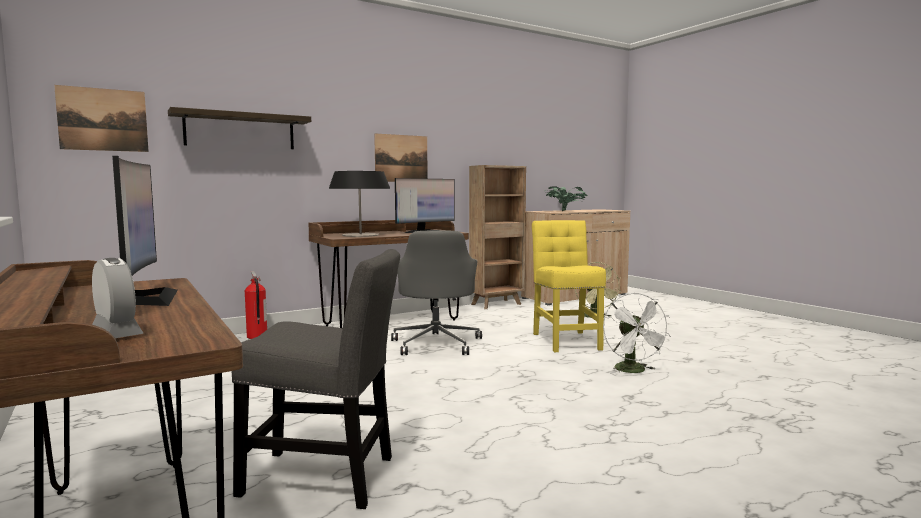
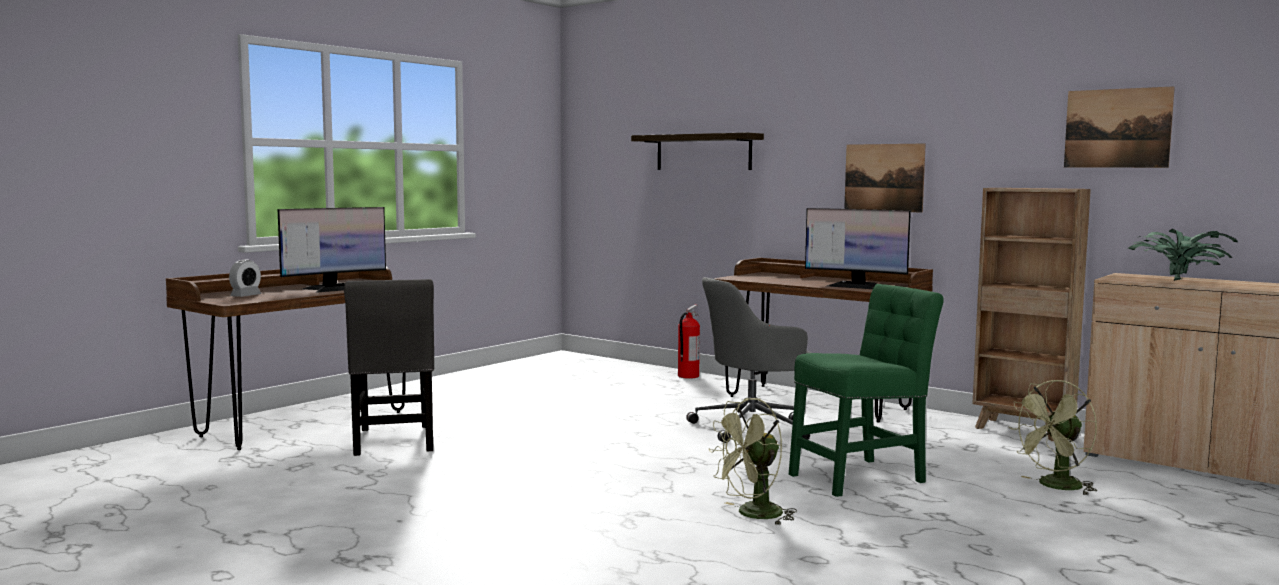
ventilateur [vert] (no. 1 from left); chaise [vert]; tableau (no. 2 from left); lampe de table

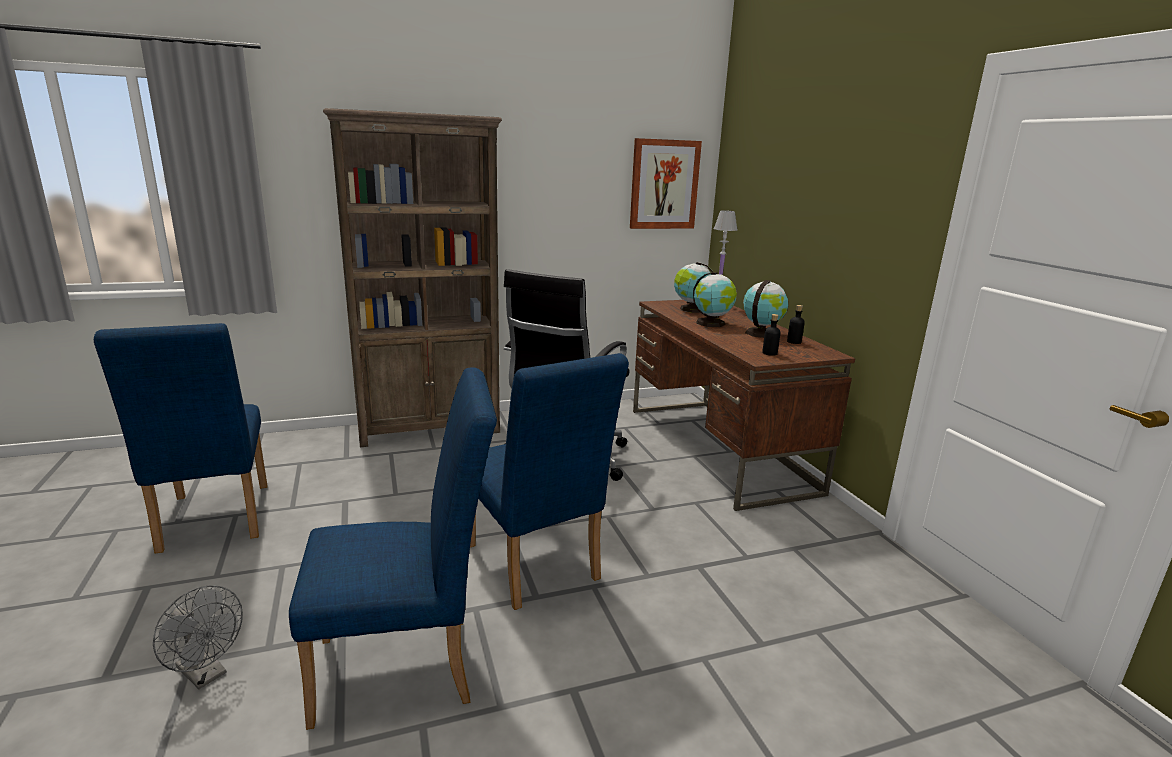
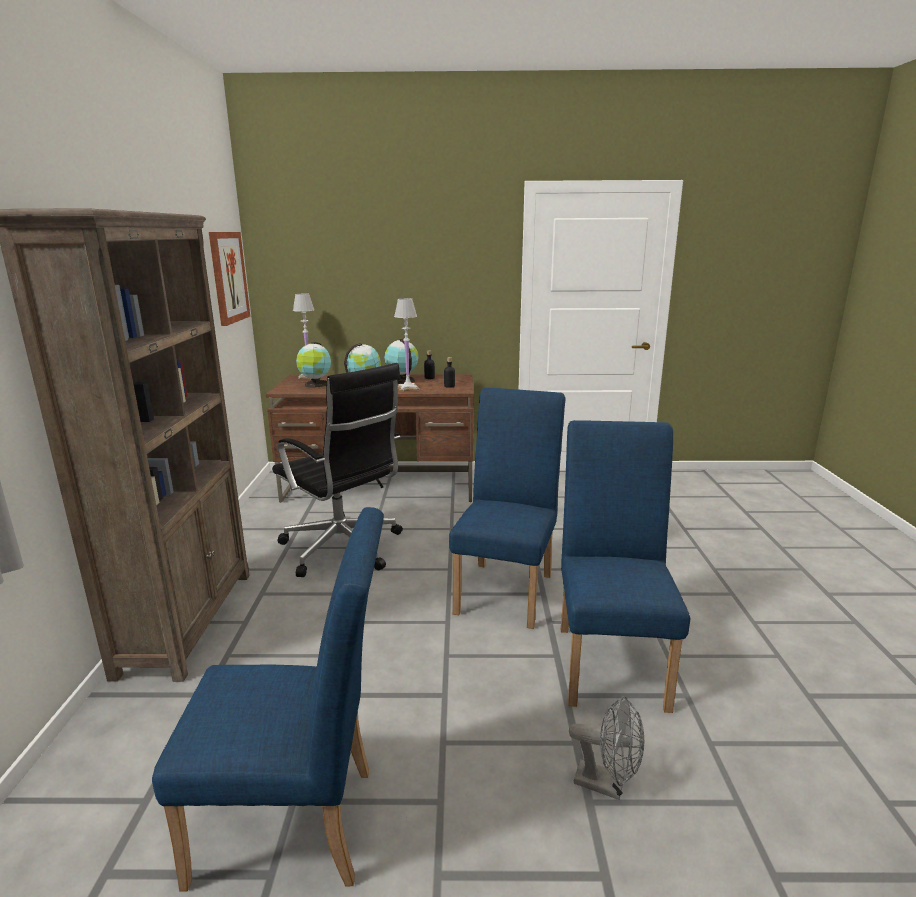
lampe de table [blanc] (no. 2 from left); chaise [bleu] (no. 2 from left); ventilateur [gris]

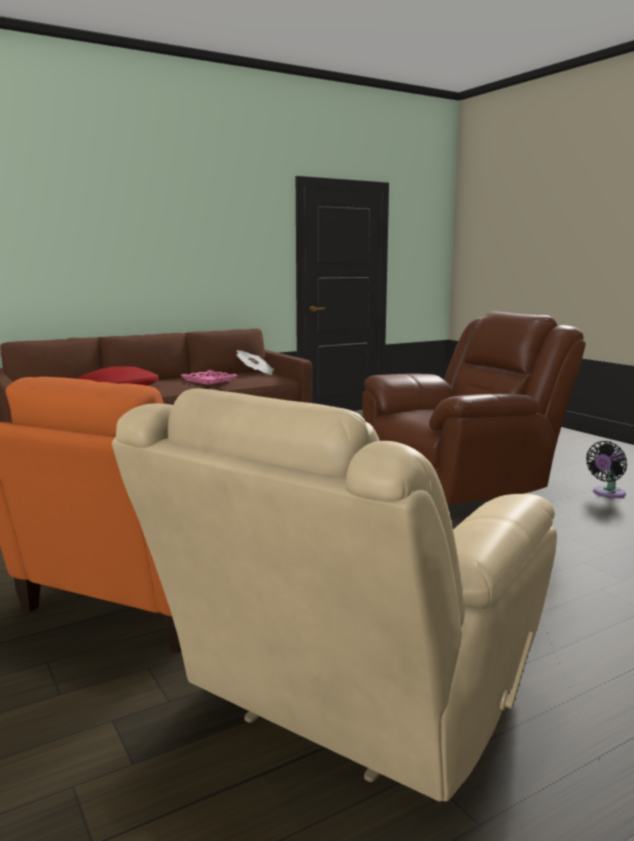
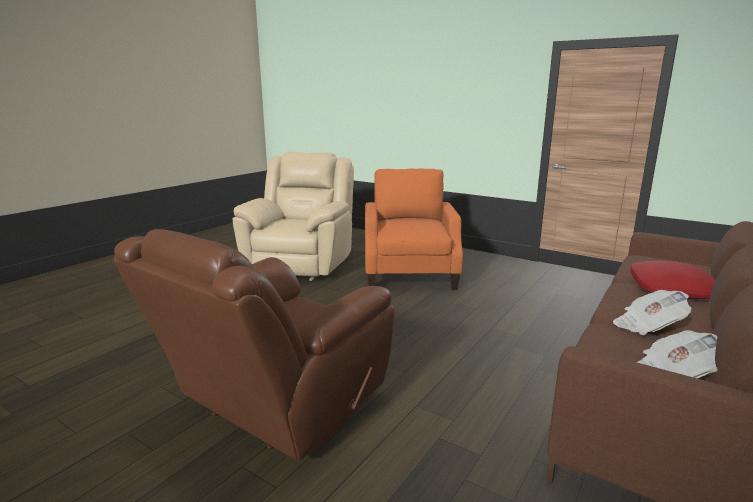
journal (no. 1 from left); ventilateur [noir]

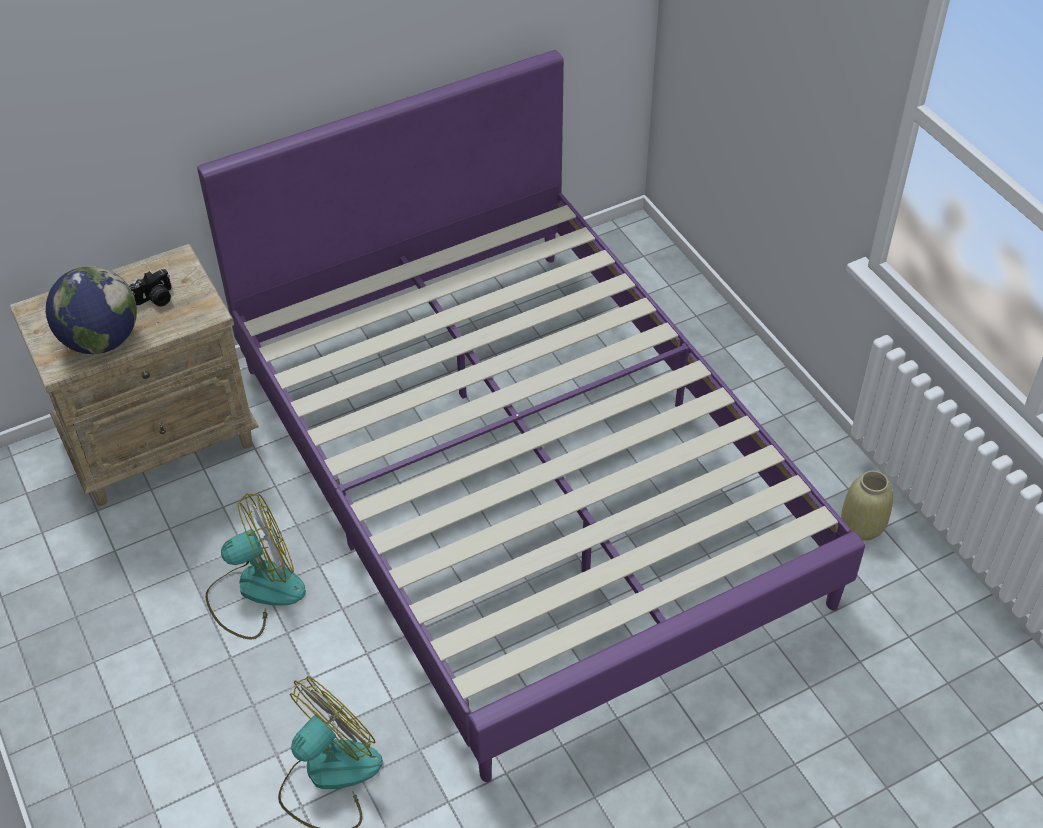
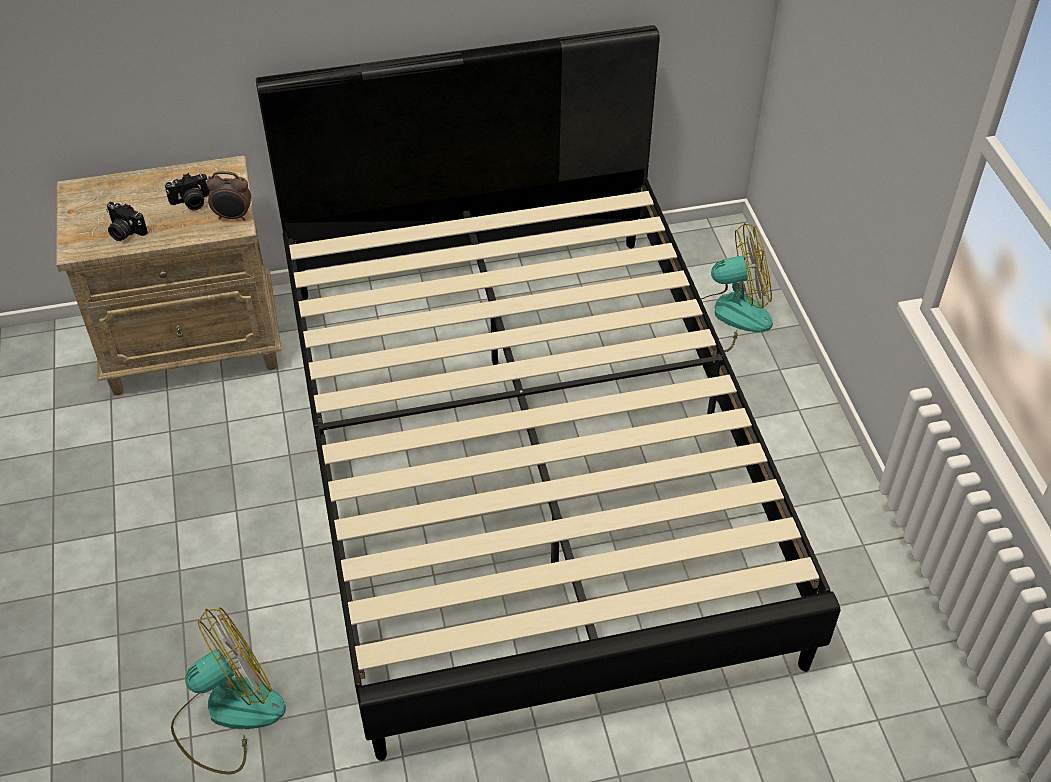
appareil photo (no. 1 from left); réveil; lit [noir]; ventilateur (no. 2 from left); vase [beige]

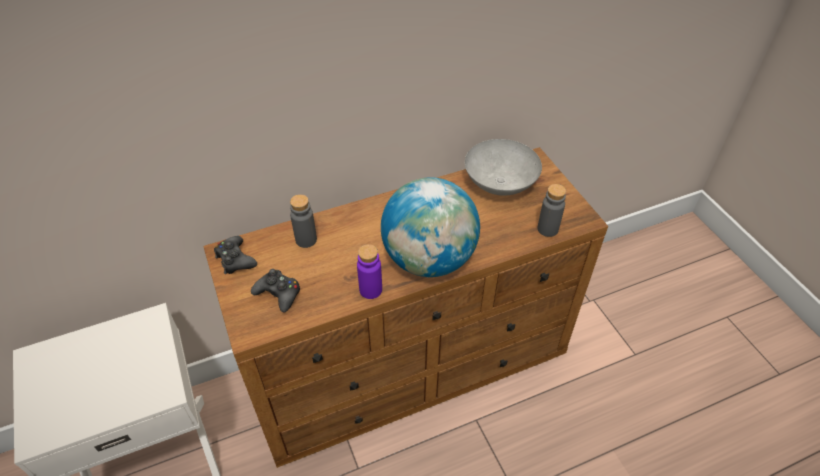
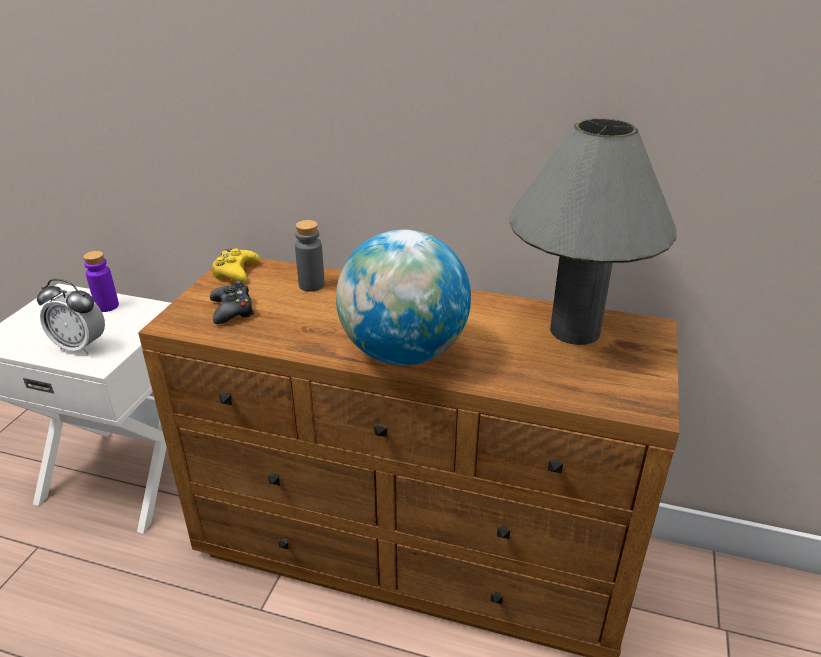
réveil; bouteille [violet]; manette [jaune]; lampe de table [gris]; bouteille [gris] (no. 2 from left in the first image)

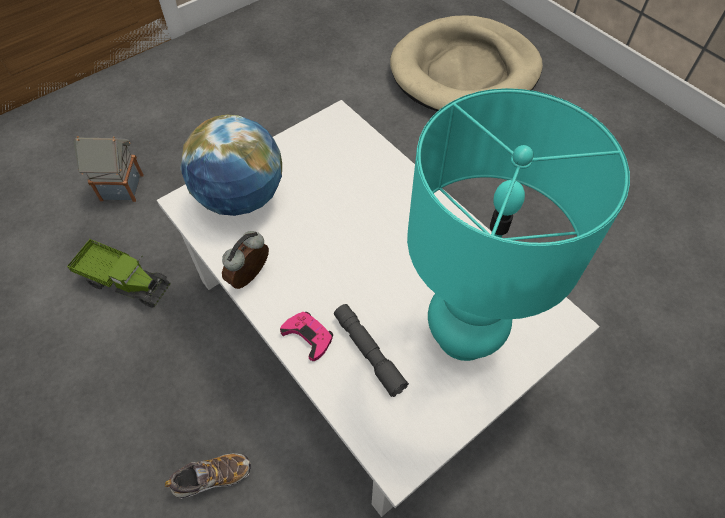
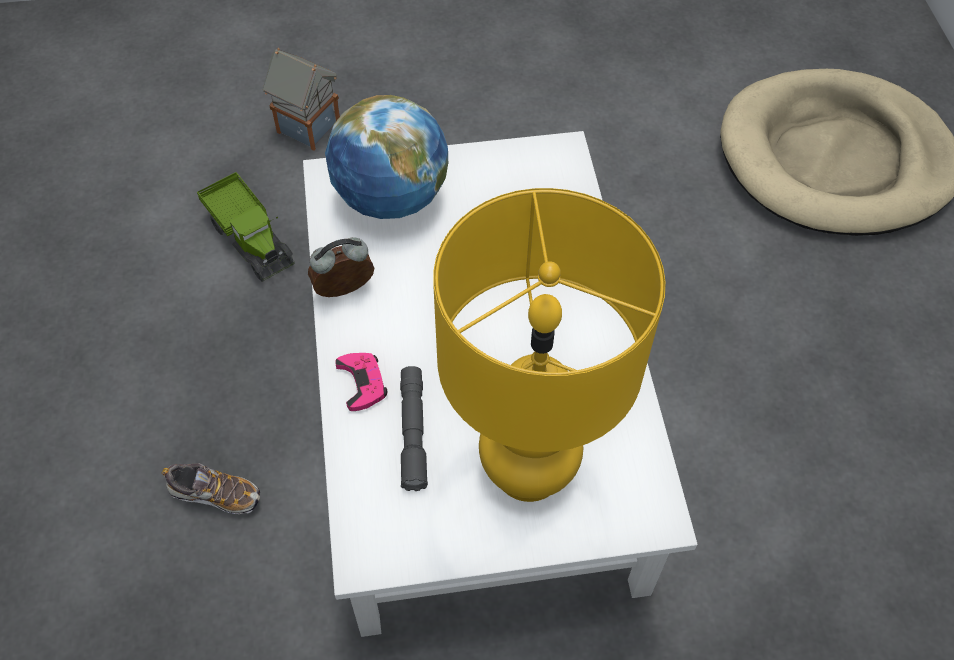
lampe de table [jaune]

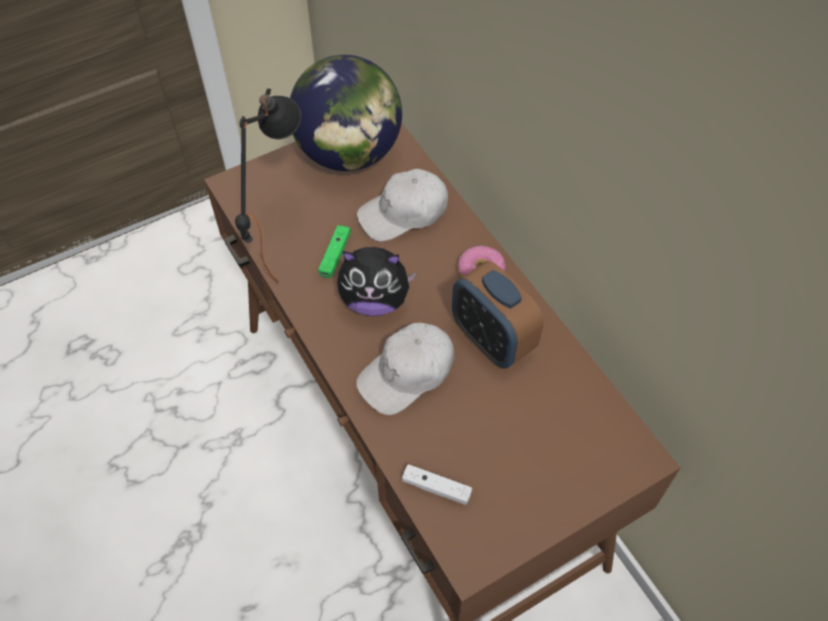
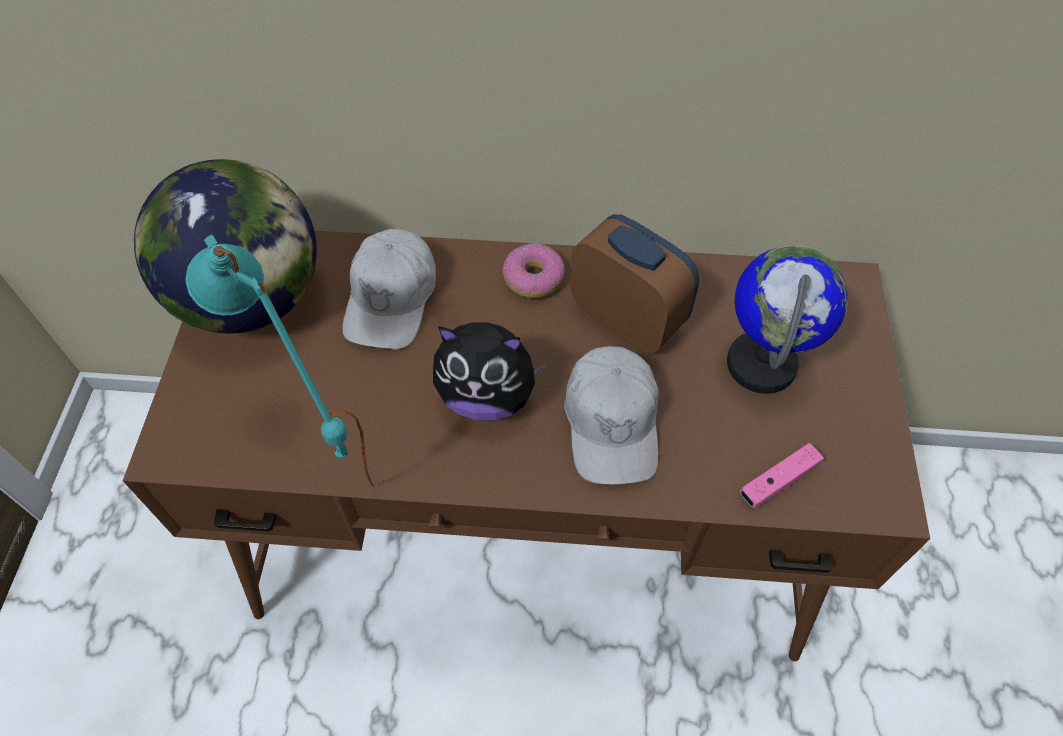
lampe de table [turquoise]; peluche; réveil; globe (no. 2 from left); manette [rose]; manette [vert]

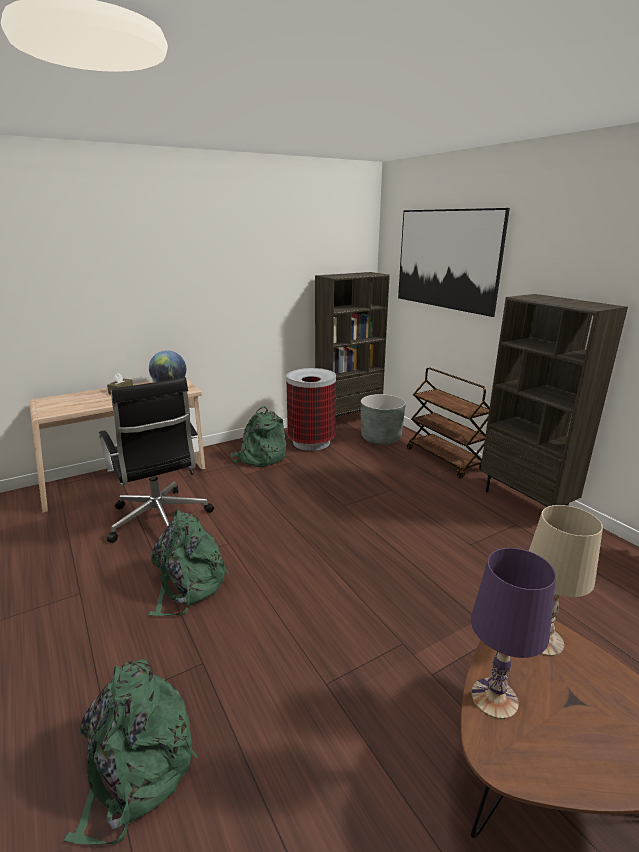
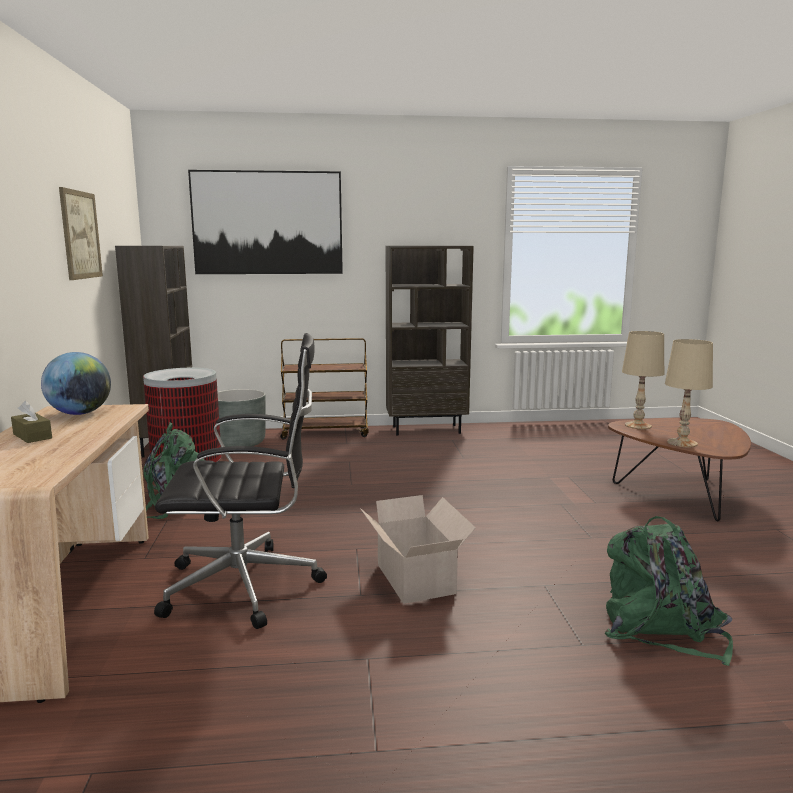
tableau (no. 1 from left); carton; lampe de table [beige] (no. 2 from left)

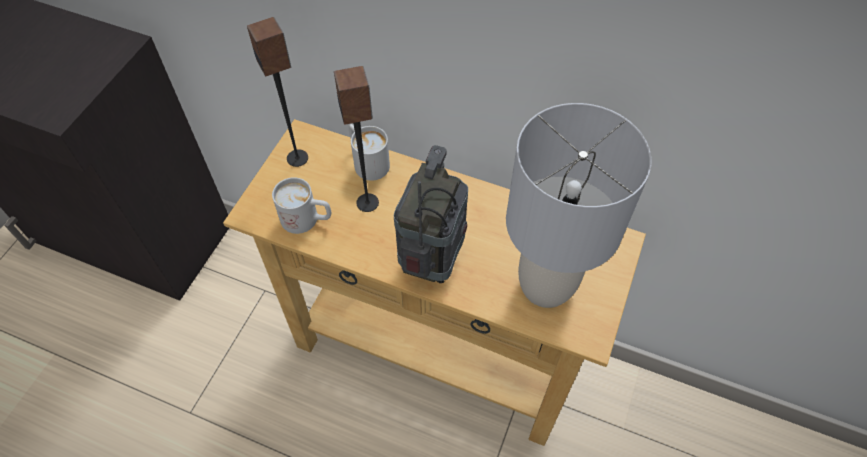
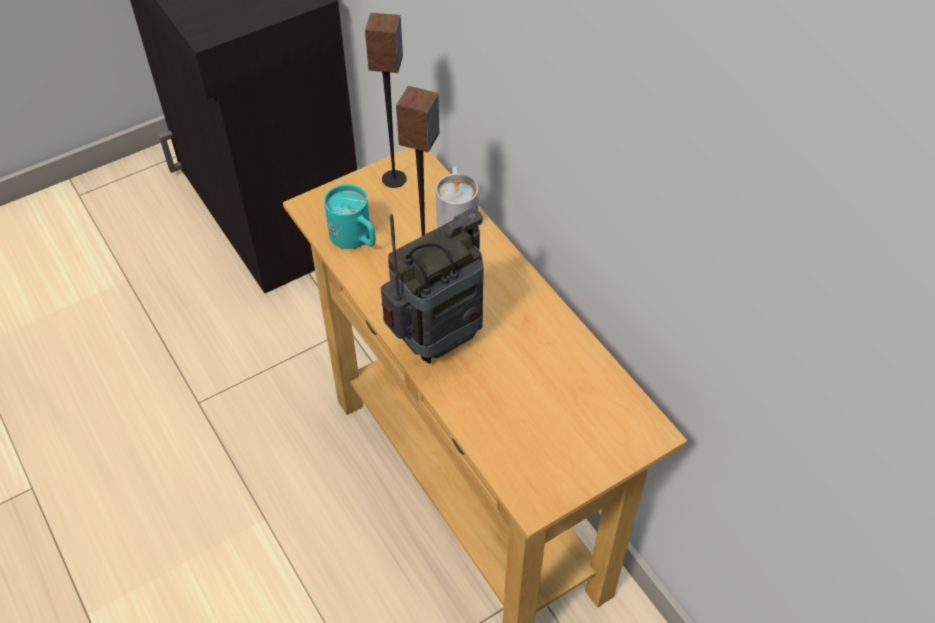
mug [turquoise]; lampe de table [gris]

